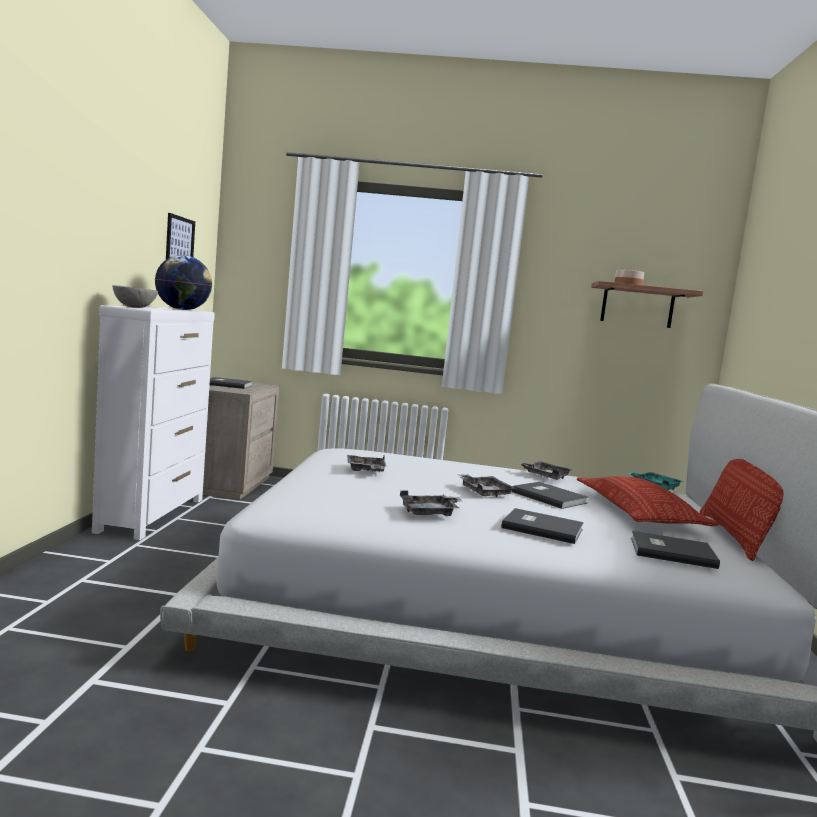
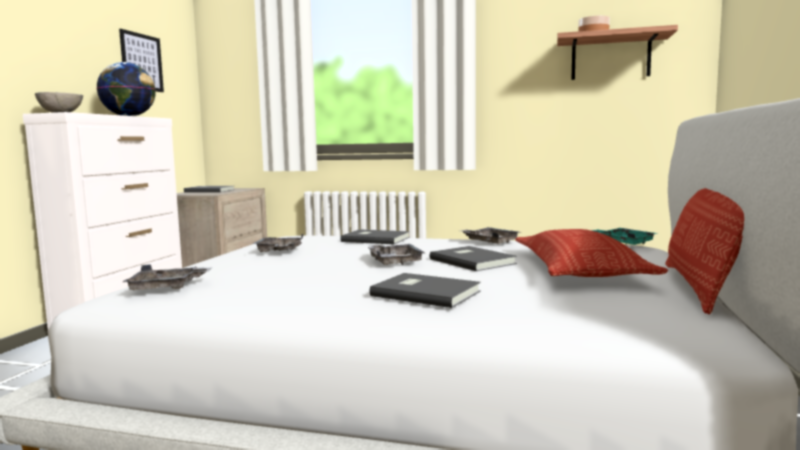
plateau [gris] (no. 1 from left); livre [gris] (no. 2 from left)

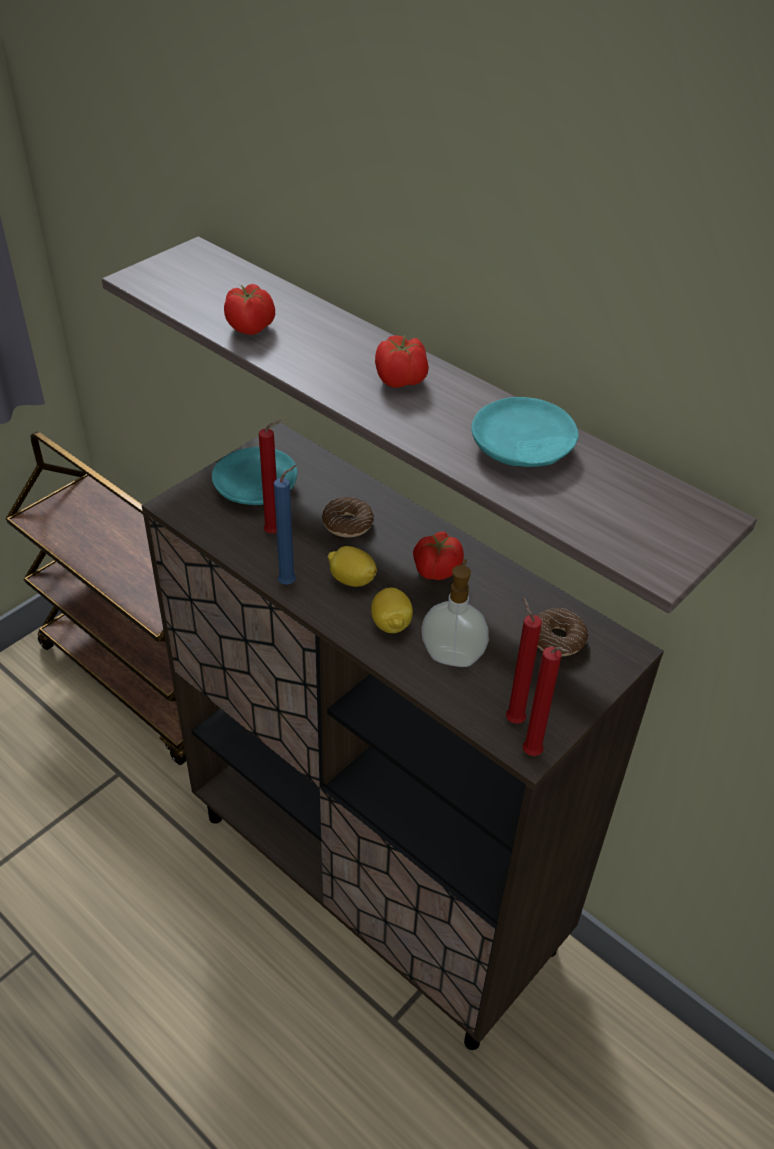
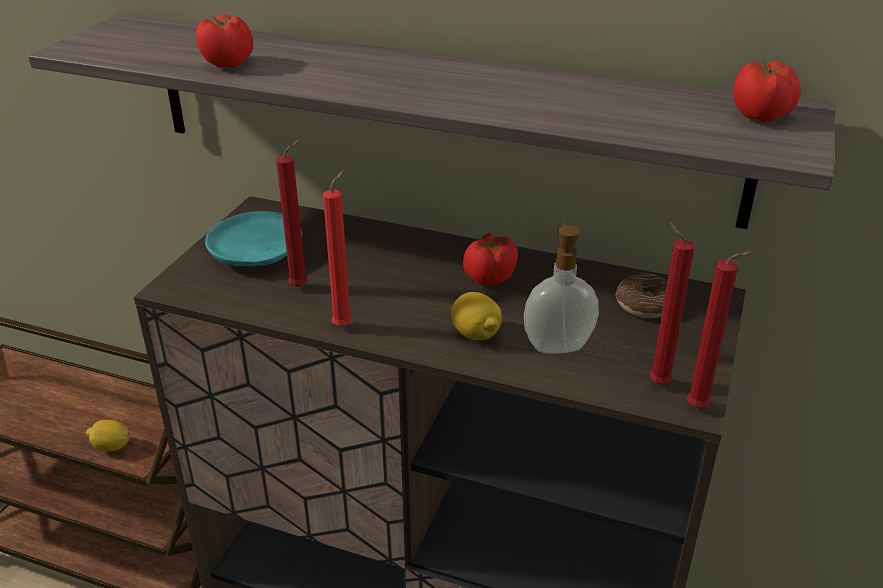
citron (no. 1 from left); bougie [rouge] (no. 2 from left); tomate (no. 3 from left); beignet (no. 1 from left in the first image); assiette [turquoise] (no. 2 from left in the first image)

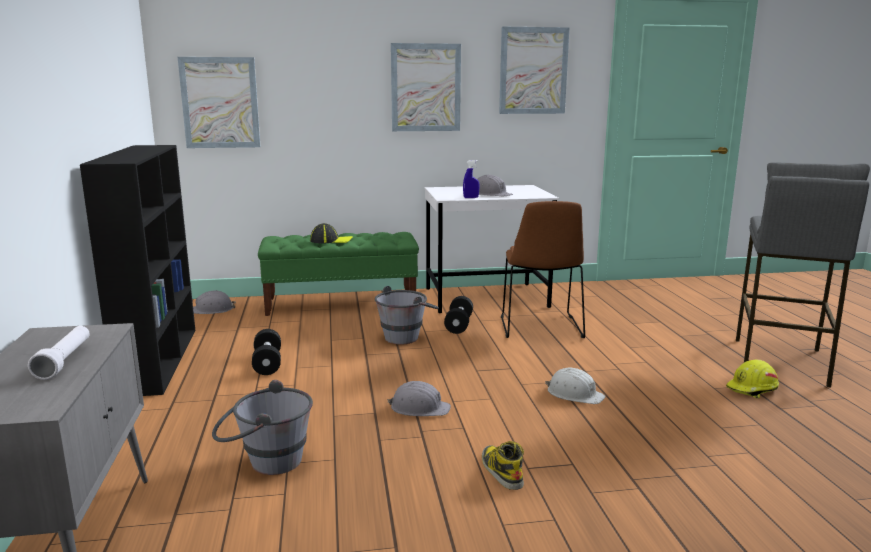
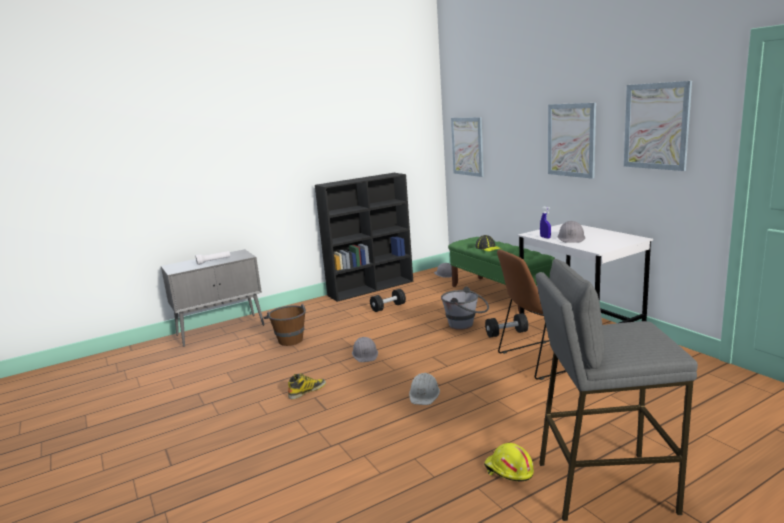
seau [marron]

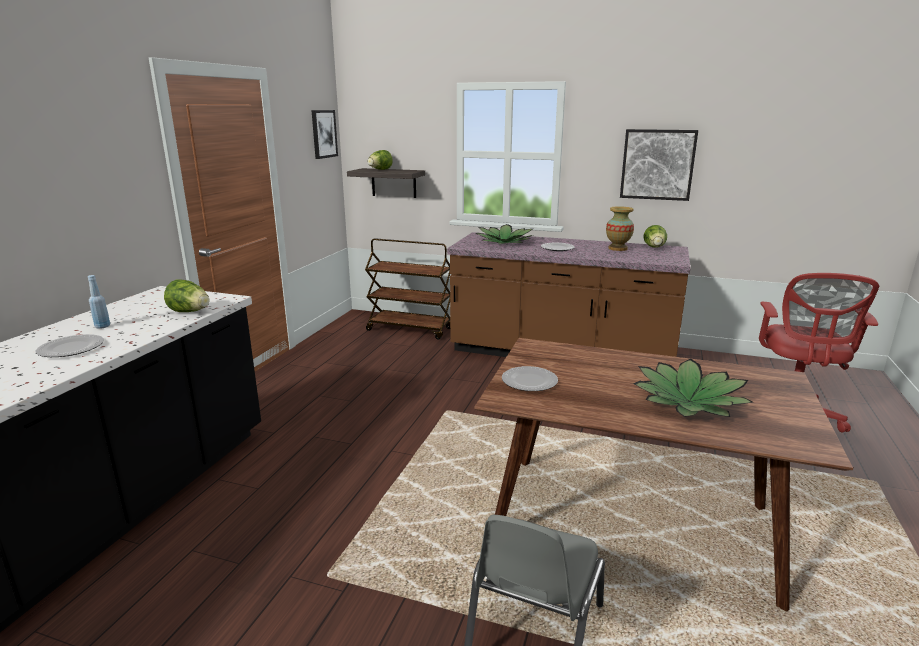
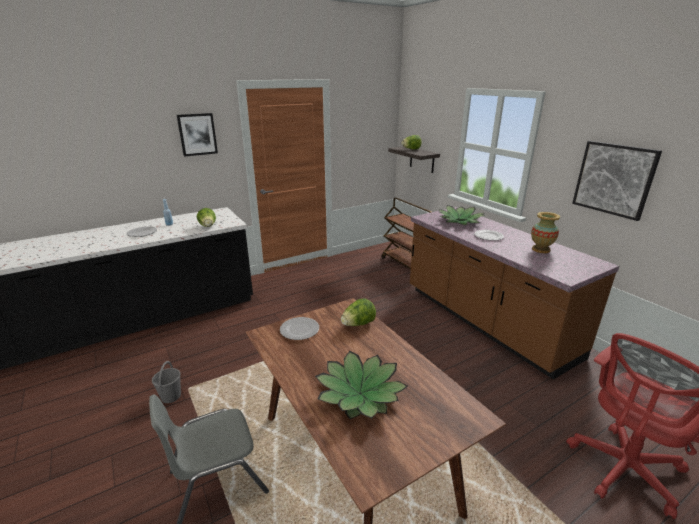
seau [gris]; tableau (no. 1 from left); laitue (no. 2 from left)

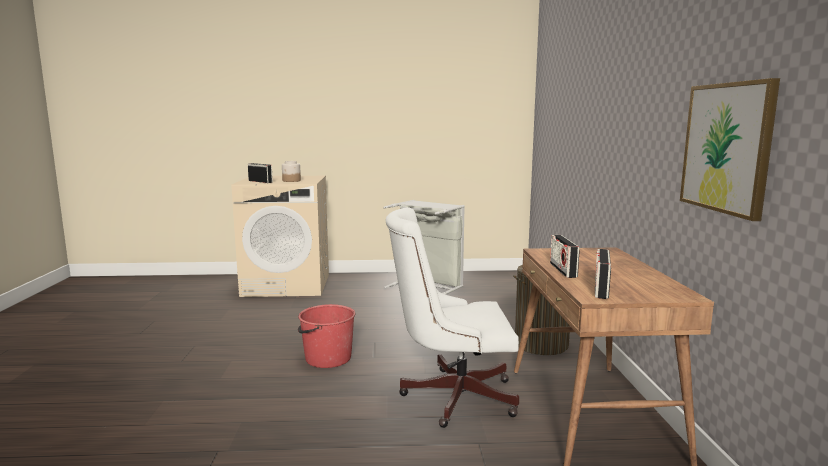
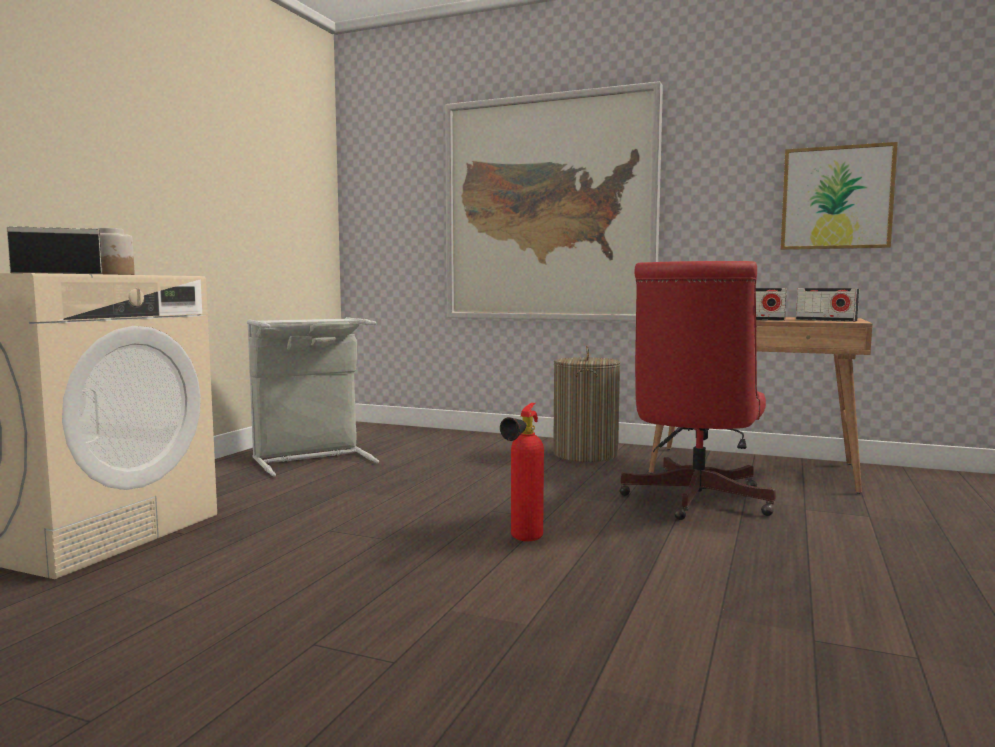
tableau (no. 1 from left); extincteur; chaise de bureau [rouge]

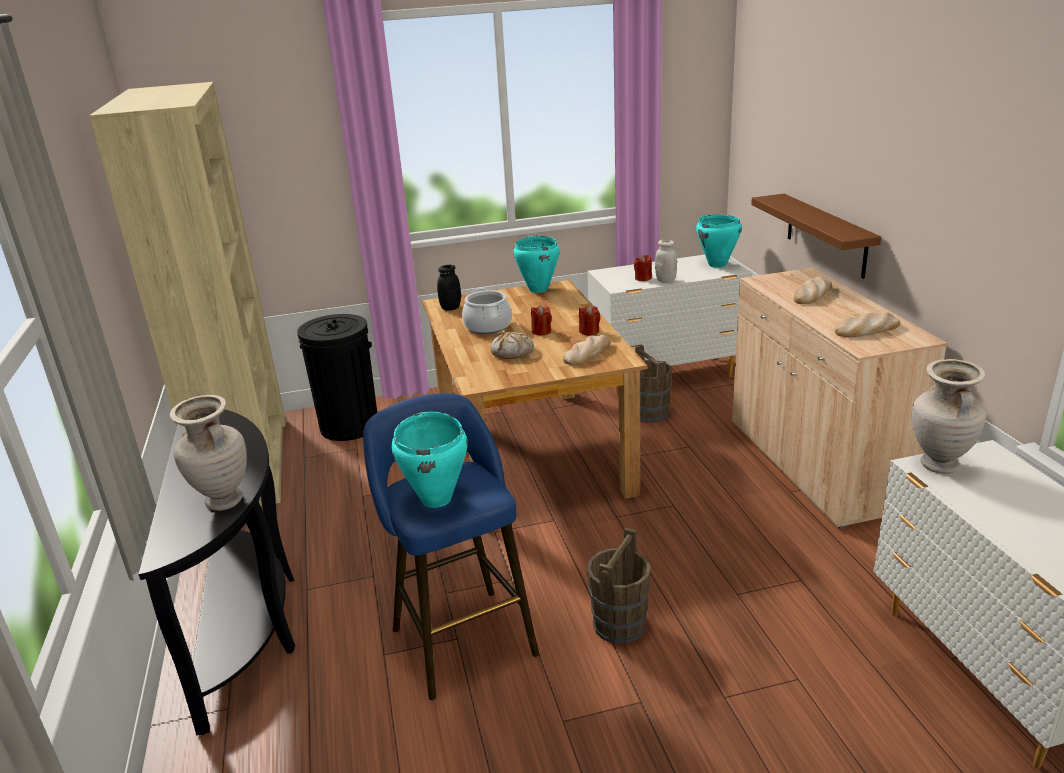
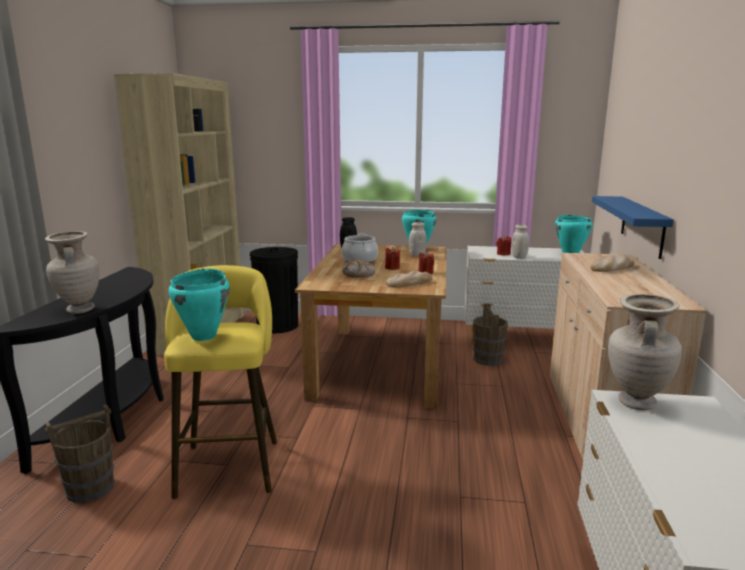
seau [marron] (no. 1 from left); tabouret [jaune]; bocal [blanc] (no. 1 from left); étagère [bleu]; pain (no. 4 from left in the first image)

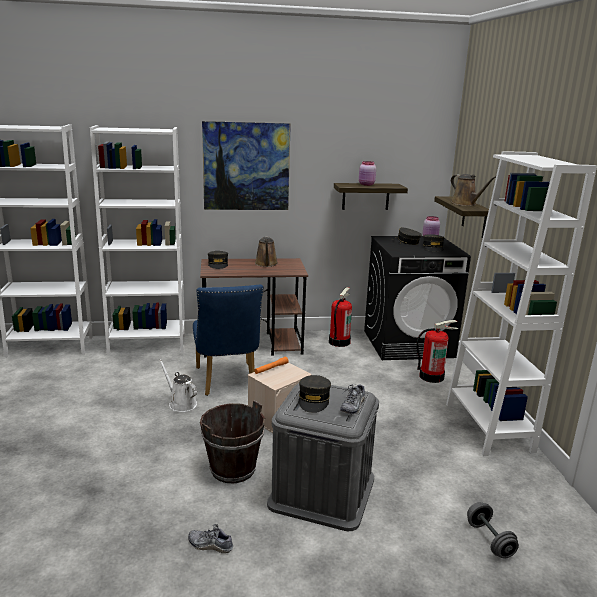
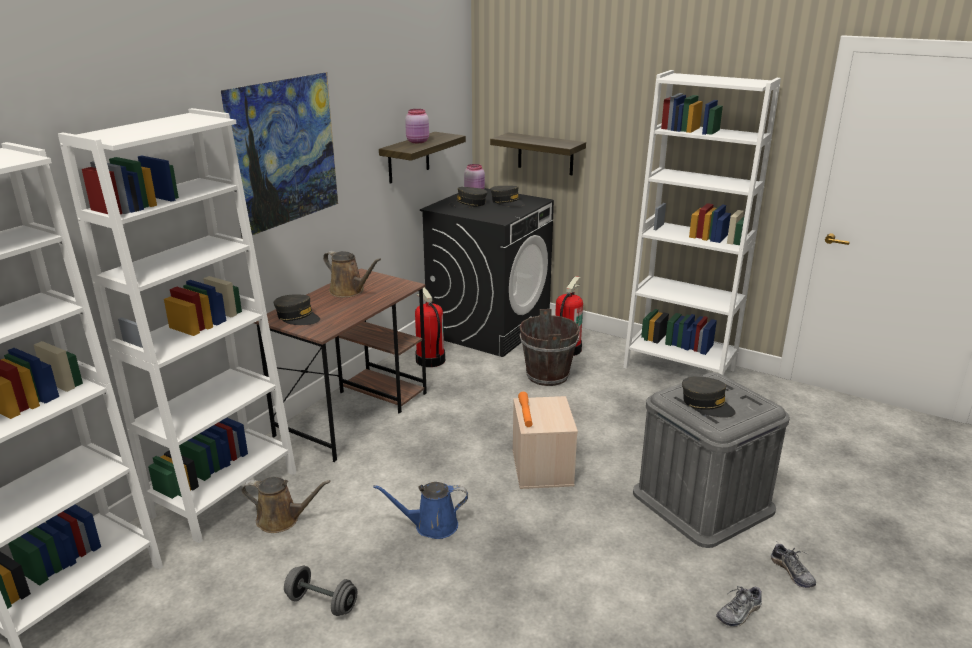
arrosoir [marron] (no. 1 from left); haltère [gris]; arrosoir [bleu]; seau [marron]; chaussure (no. 2 from left); chaise [bleu]

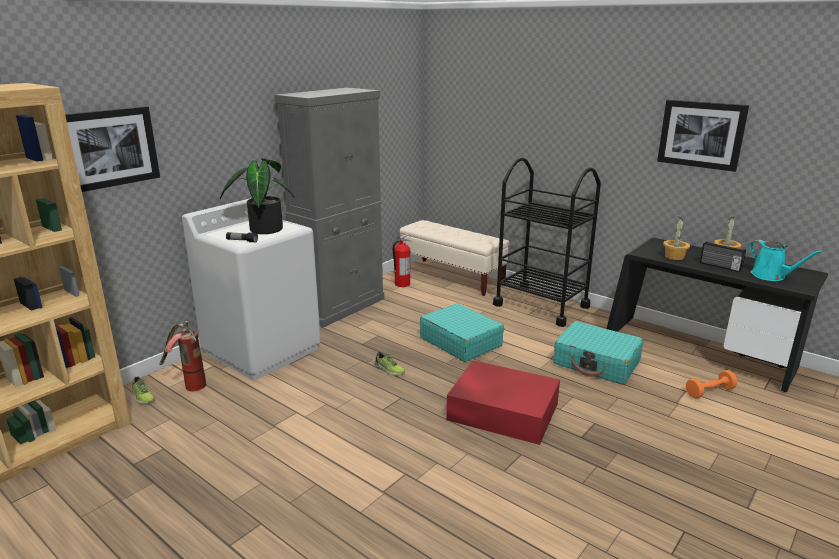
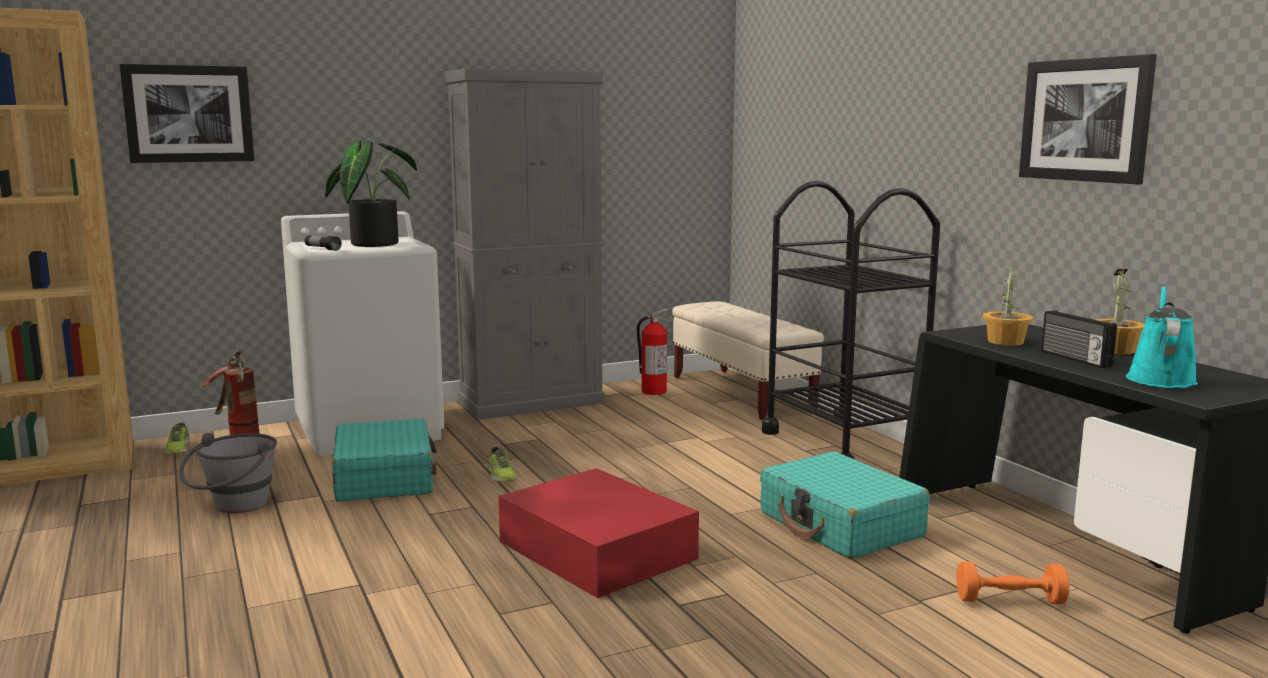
seau [gris]; valise [turquoise] (no. 1 from left); arrosoir [turquoise]

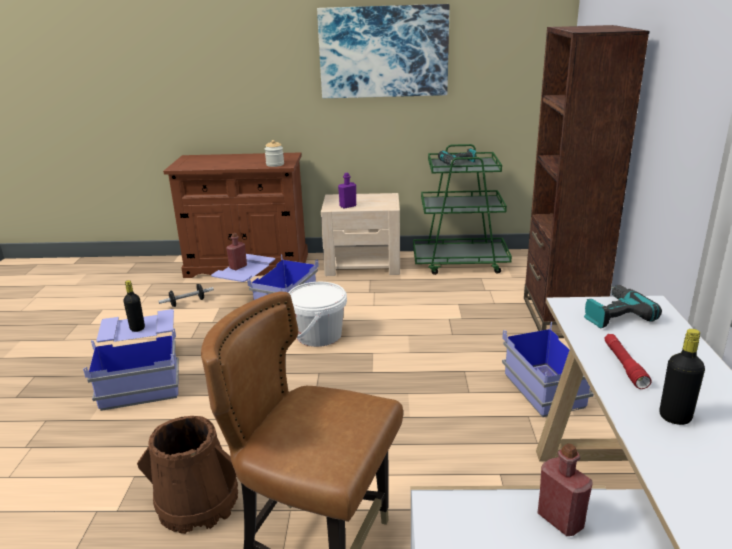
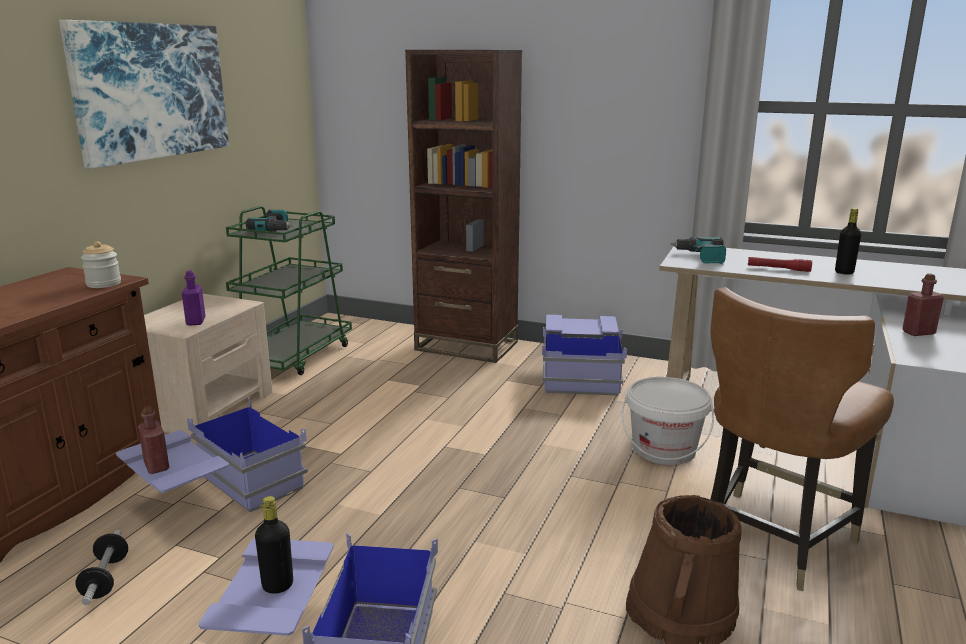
seau [blanc]

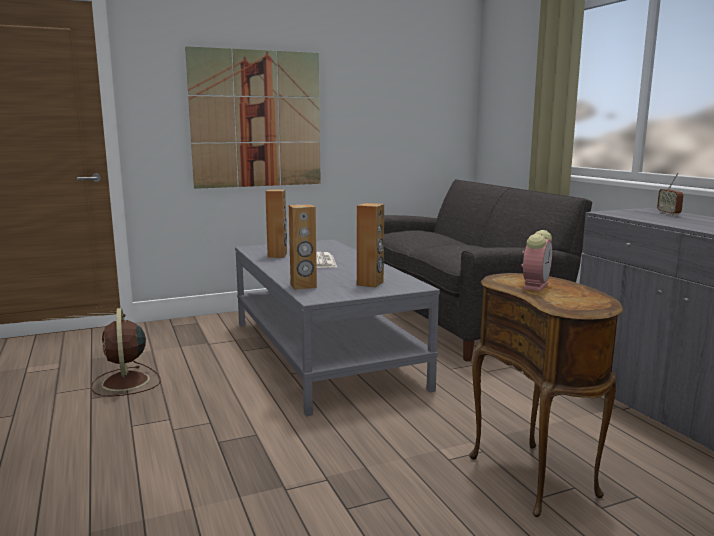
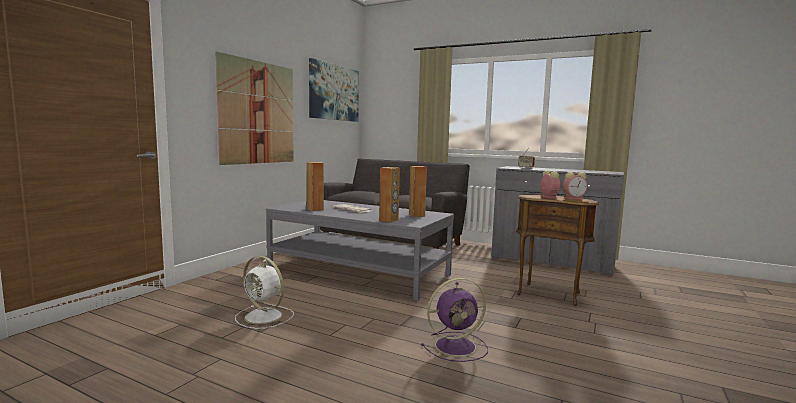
ventilateur [blanc]; tableau (no. 2 from left); ventilateur [violet]; réveil (no. 2 from left)

